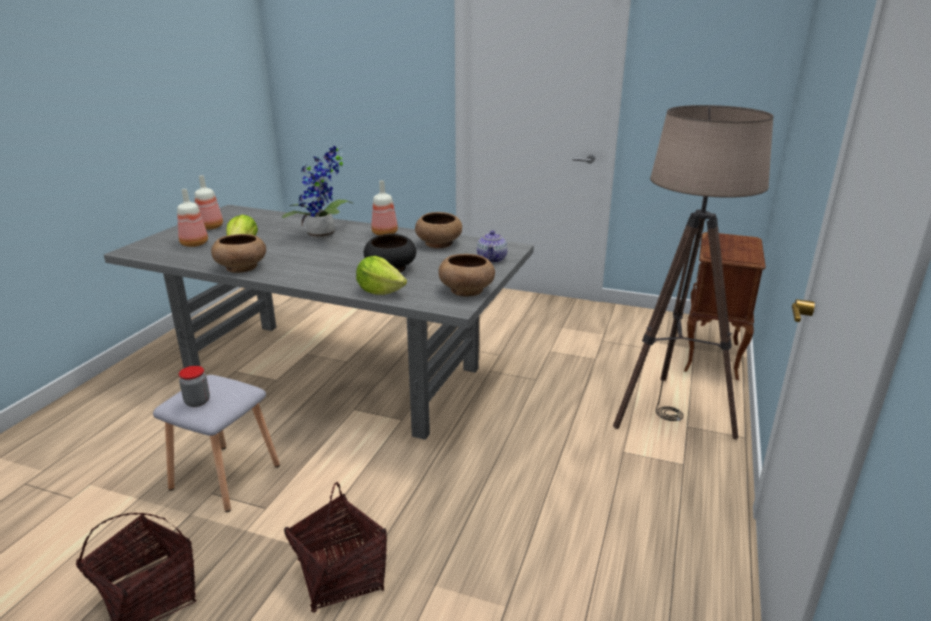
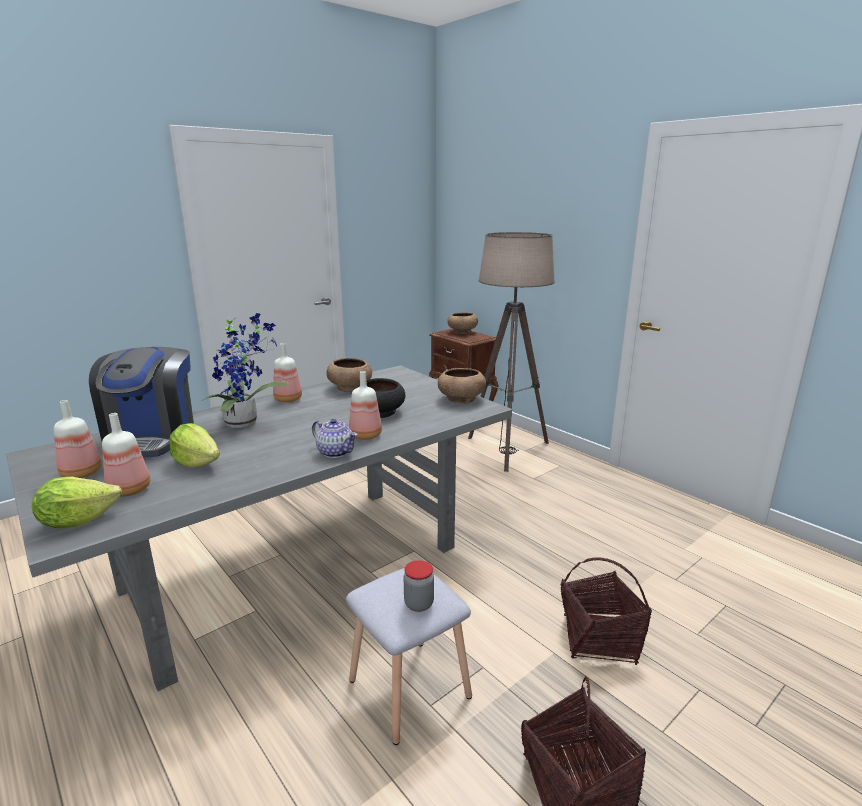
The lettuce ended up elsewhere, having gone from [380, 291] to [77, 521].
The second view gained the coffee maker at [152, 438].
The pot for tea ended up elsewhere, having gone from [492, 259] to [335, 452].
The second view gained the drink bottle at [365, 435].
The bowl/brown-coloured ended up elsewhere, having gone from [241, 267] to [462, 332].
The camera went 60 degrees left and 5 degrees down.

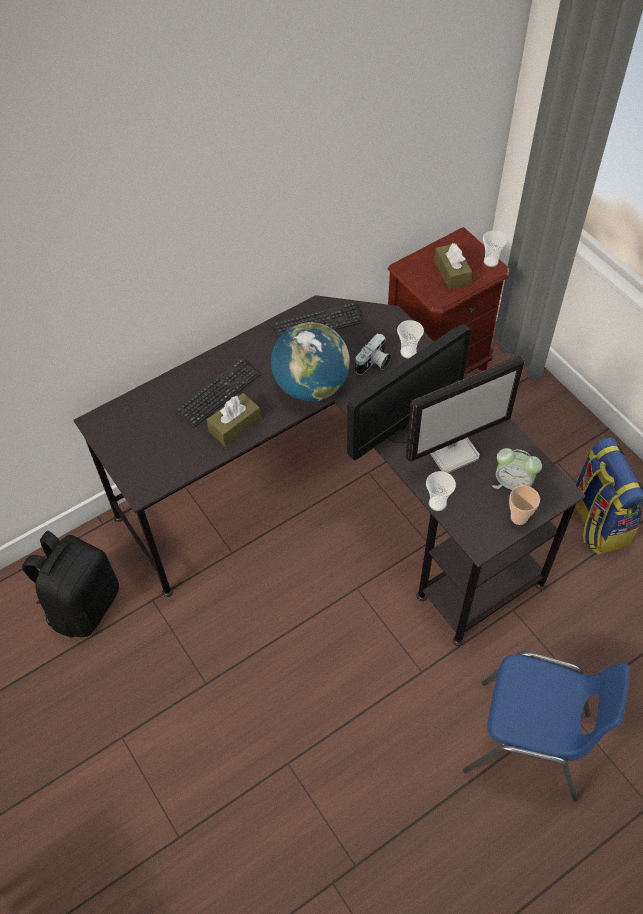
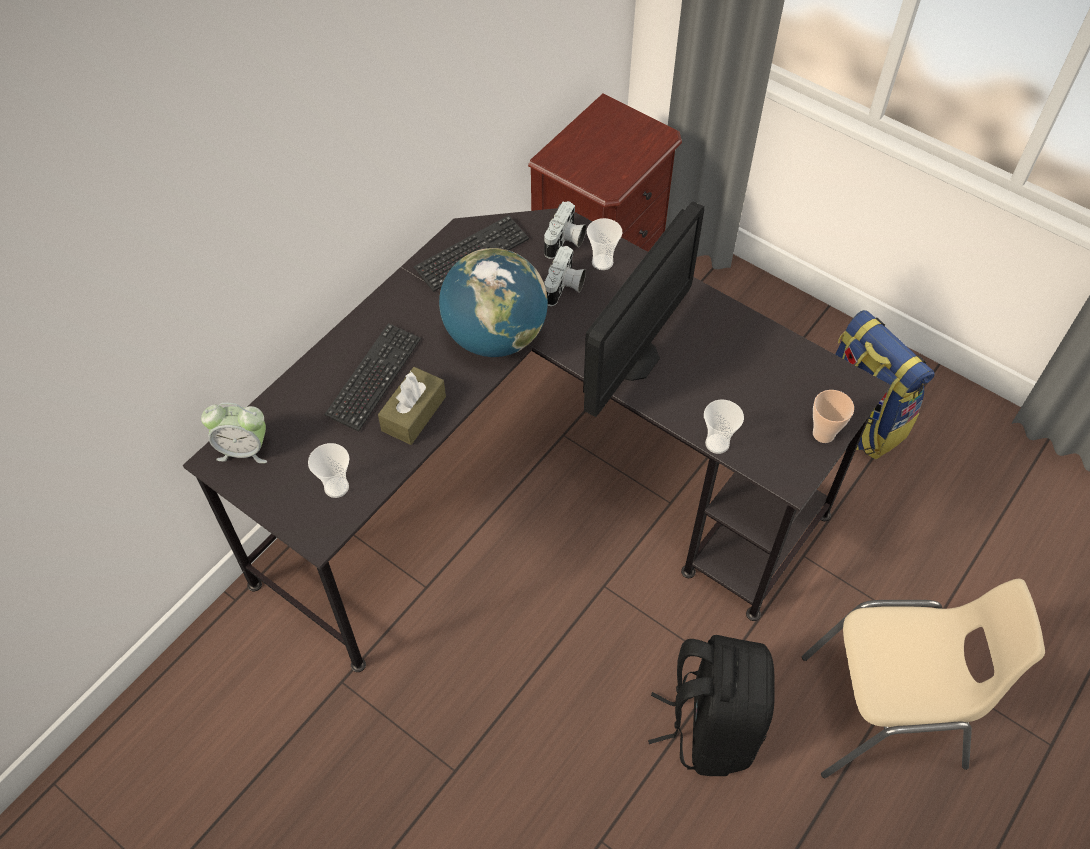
The table clock ended up elsewhere, having gone from [512, 484] to [244, 449].
The small cup ended up elsewhere, having gone from [491, 261] to [336, 487].
The second view gained the still camera at [565, 242].
The rucksack/black-coloured ended up elsewhere, having gone from [83, 604] to [709, 725].
What was the chair/bluish at [529, 742] turned into the chair/beige at [885, 714].
The second view lost the monitor at [452, 450].
The second view lost the box of tissues/brown-coloured at [451, 272].
The camera went 20 degrees left and 0 degrees up.

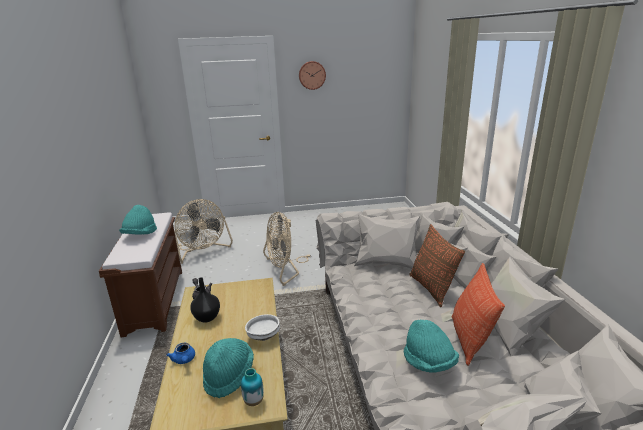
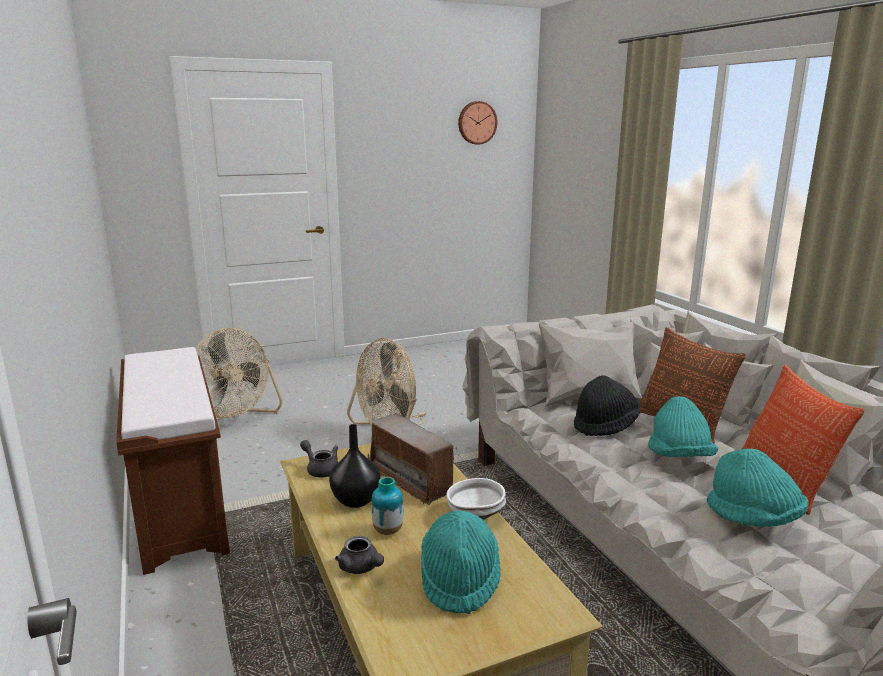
What was the pot for tea/bluish at [184, 360] turned into the pot for tea/greyish at [361, 568].
The second view gained the radio receiver at [411, 480].
The vase ended up elsewhere, having gone from [254, 401] to [388, 530].
The wall clock ended up elsewhere, having gone from [312, 75] to [476, 122].
The second view gained the wearable hat/black-coloured at [605, 425].
The wearable hat/blue-green ended up elsewhere, having gone from [140, 235] to [679, 457].
The camera went 15 degrees left and 5 degrees down.

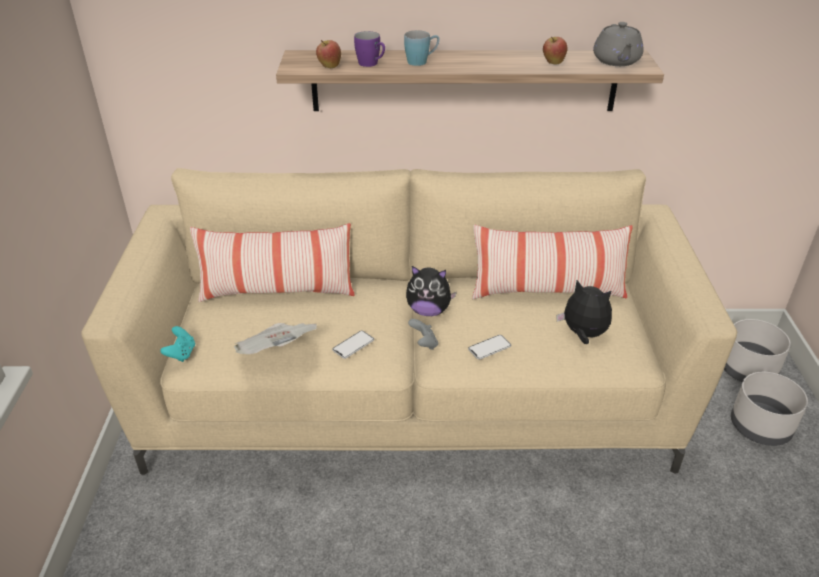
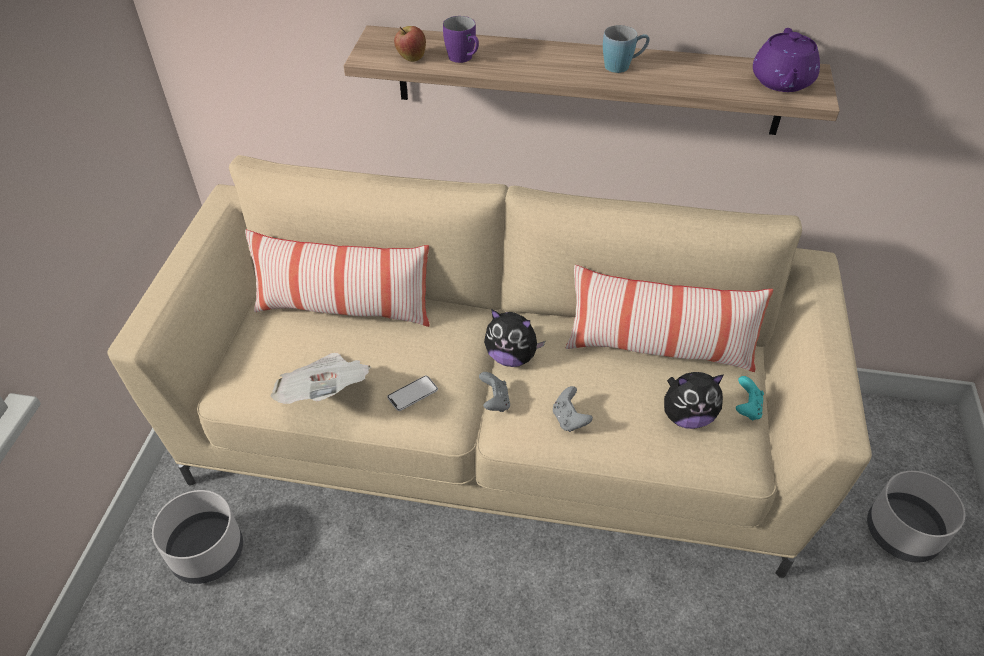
The plant pot/greyish ended up elsewhere, having gone from [747, 370] to [207, 553].
Where the handset stood at [489, 348], the gamepad/greyish came to stand at [569, 419].
The coffee mug/bluish ended up elsewhere, having gone from [421, 61] to [623, 66].
The cuddly toy at [583, 334] ended up facing another way, 135 degrees clockwise from before.
The gamepad/blue-green ended up elsewhere, having gone from [181, 354] to [746, 408].
What was the pot for tea/greyish at [616, 61] turned into the pot for tea/purplish at [781, 82].
The second view lost the apple fruit at [553, 62].
The camera went 10 degrees right and 10 degrees up.

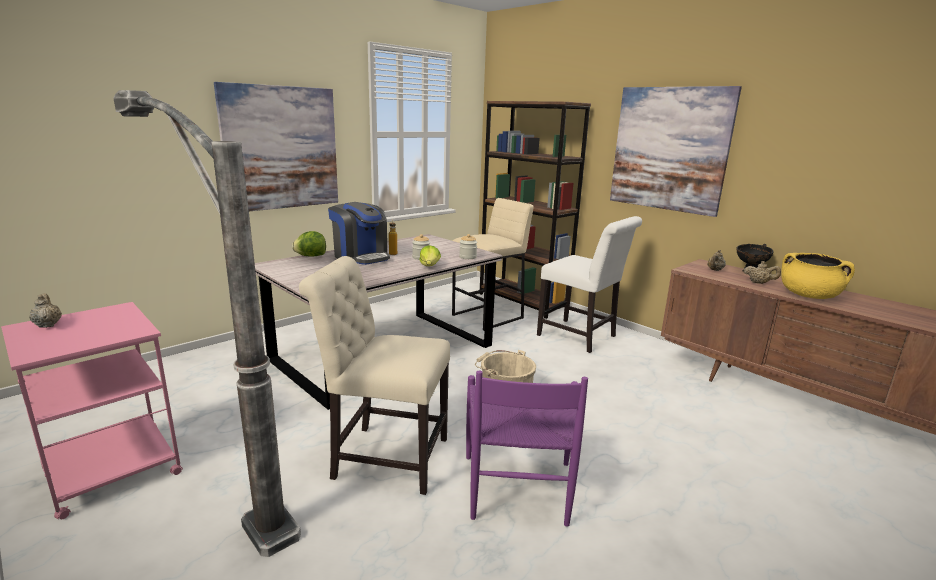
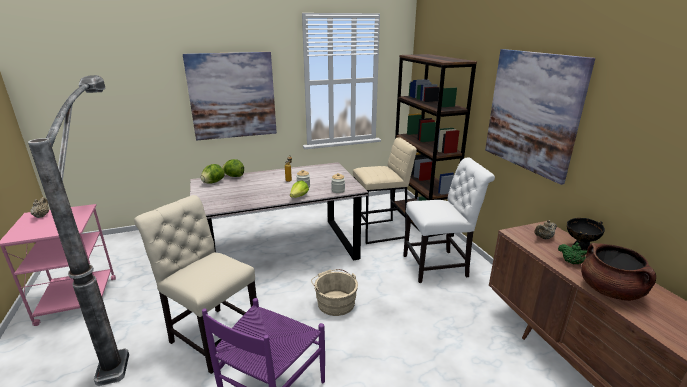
The second view gained the lettuce at [213, 182].
The chair/white-coloured at [580, 337] ended up facing another way, 75 degrees counterclockwise from before.
What was the pot for tea/beige at [759, 283] turned into the pot for tea/green at [572, 263].
What was the stockpot/yellow at [809, 296] turned into the stockpot/brown-coloured at [610, 291].
The second view lost the coffee maker at [361, 257].
The camera went 25 degrees right and 5 degrees up.

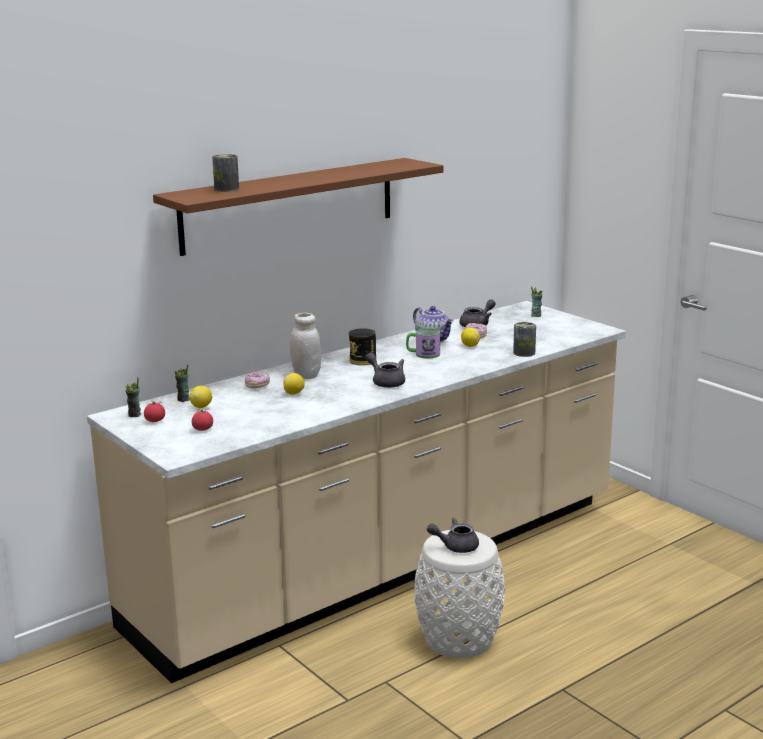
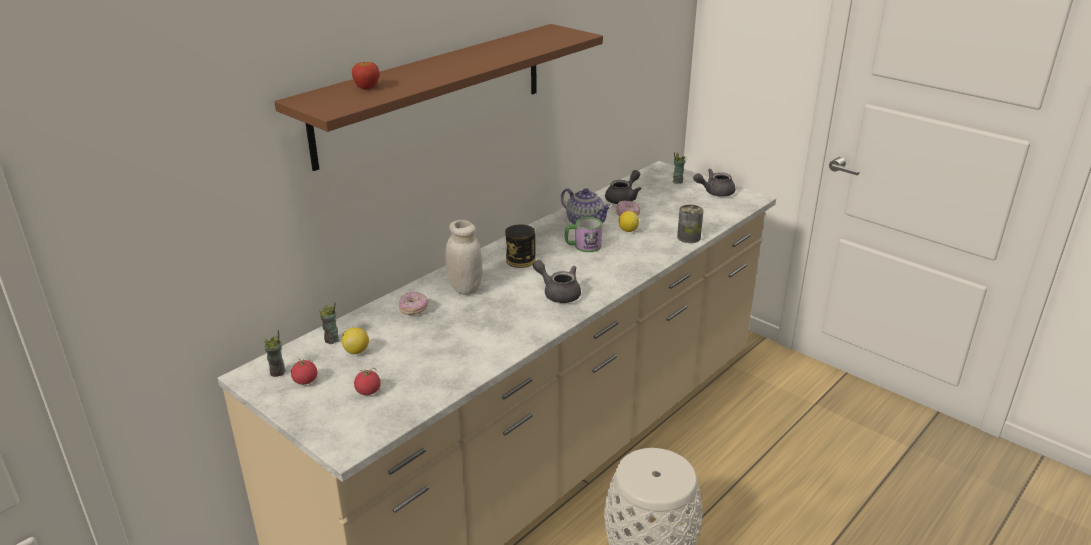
Where the can stood at [226, 189], the apple fruit came to stand at [367, 88].
The pot for tea/greyish ended up elsewhere, having gone from [455, 546] to [714, 192].
The second view lost the citrus fruit at [294, 393].
The camera went 10 degrees left and 10 degrees up.

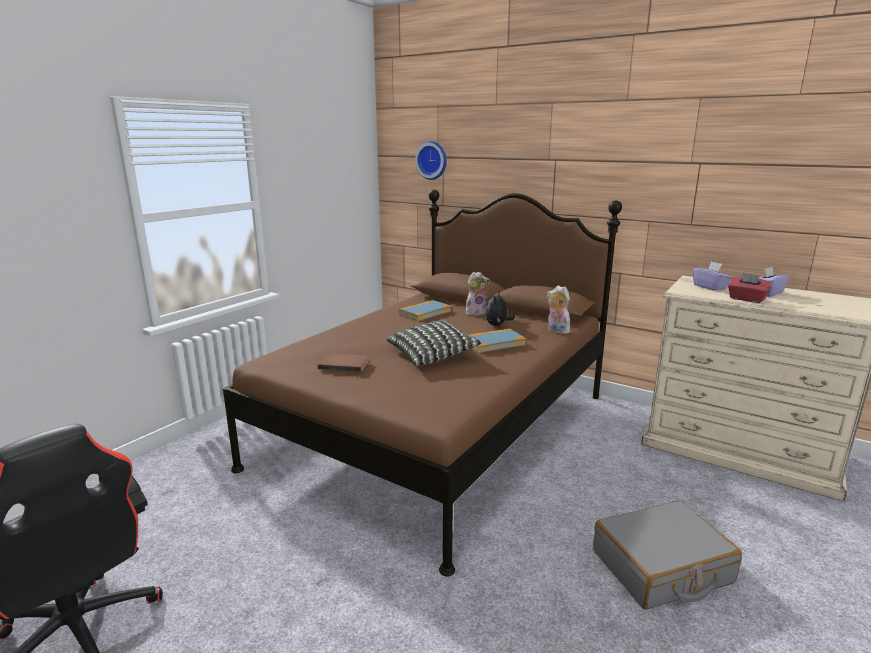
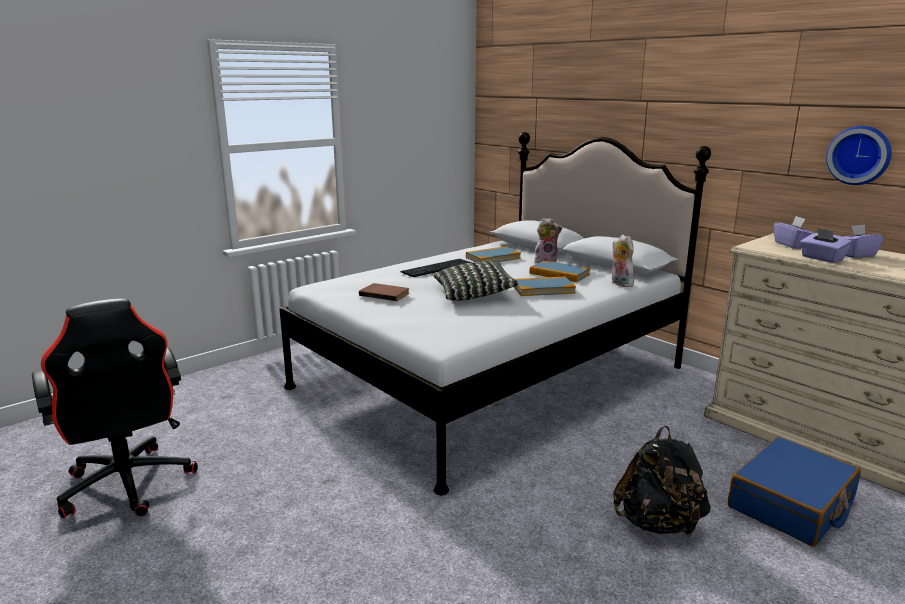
What was the sleeping bed/brown-coloured at [439, 429] turned into the sleeping bed/white-coloured at [491, 377].
The second view gained the keyboard at [438, 268].
Where the cuddly toy stood at [497, 325], the volume came to stand at [559, 274].
Where the travel case/greyish stood at [661, 567], the rucksack/black-coloured came to stand at [658, 524].
The second view gained the travel case/bluish at [791, 505].
What was the box of tissues/red at [746, 299] turned into the box of tissues/purplish at [822, 258].
The wall clock ended up elsewhere, having gone from [432, 160] to [859, 155].
The camera went 15 degrees right and 0 degrees up.

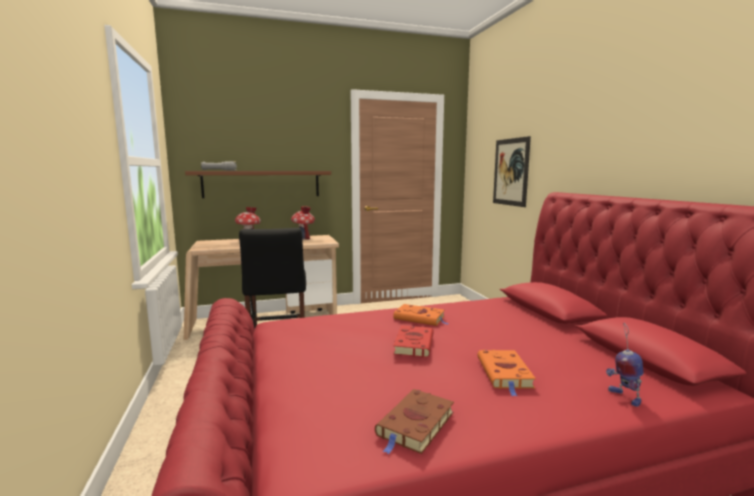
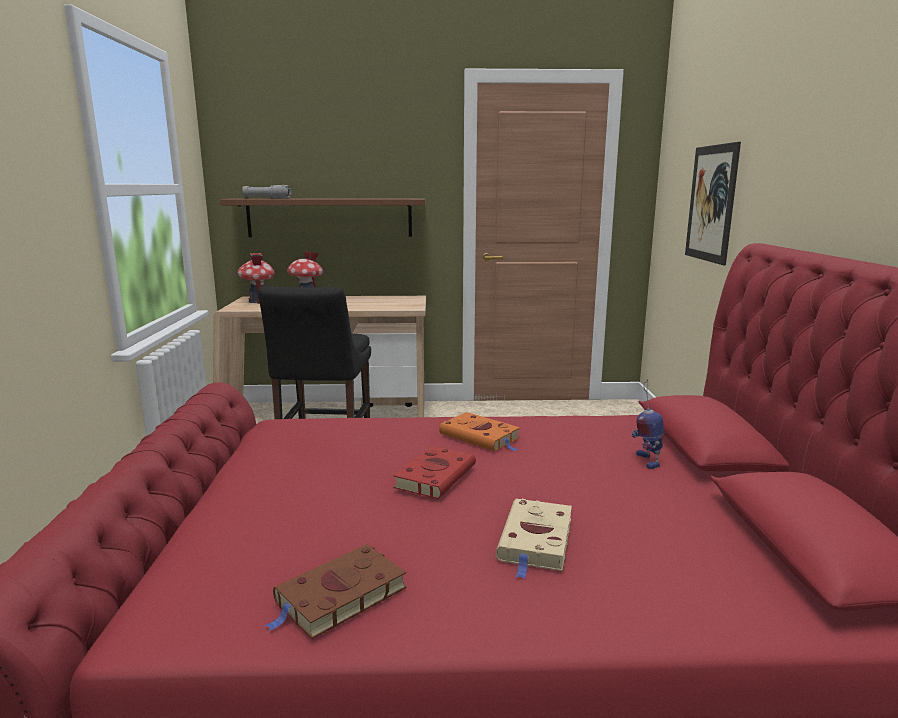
The toy house ended up elsewhere, having gone from [303, 238] to [258, 301].
What was the volume/orange-coloured at [505, 374] turned into the volume/beige at [536, 541].
The model robot ended up elsewhere, having gone from [624, 397] to [646, 460].
The camera went 15 degrees right and 5 degrees up.

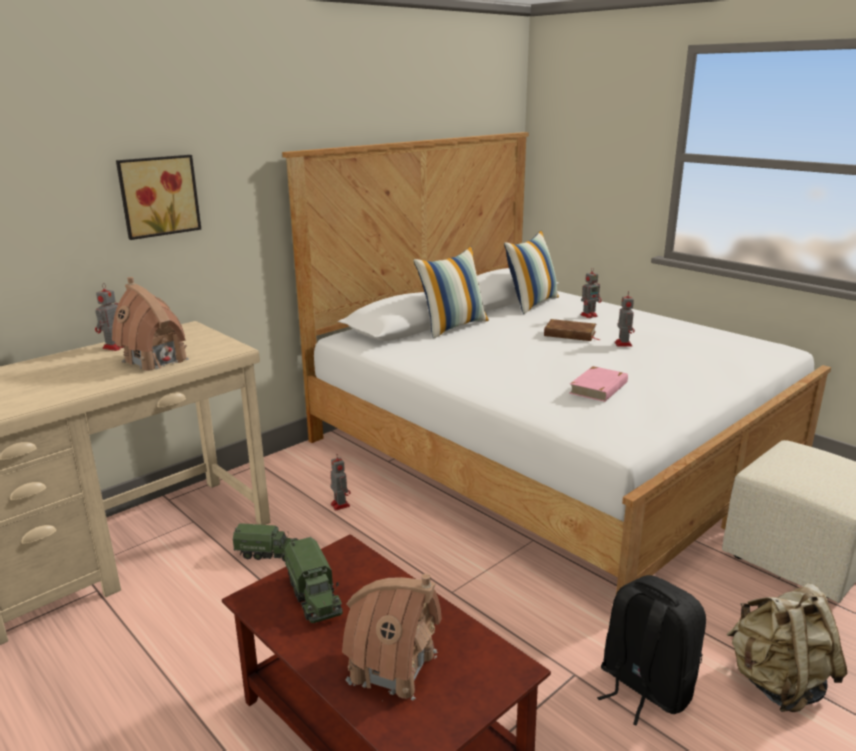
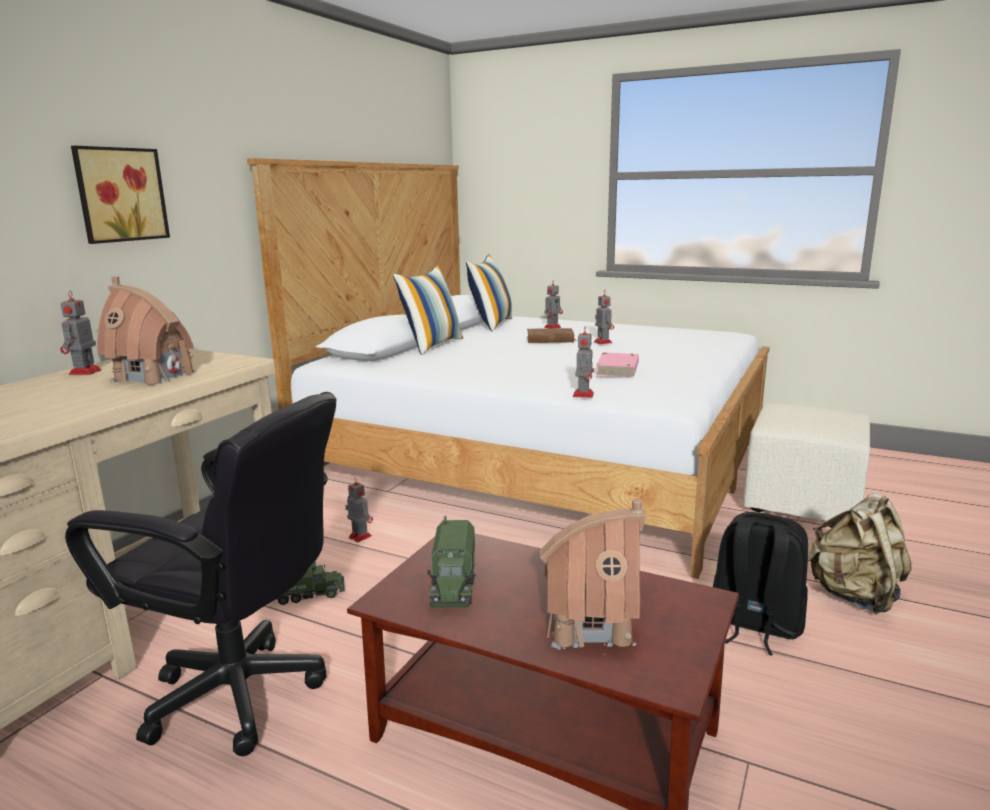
The second view gained the office chair/black-coloured at [245, 697].
The toy lorry at [314, 596] ended up facing another way, 45 degrees clockwise from before.
The second view gained the model robot at [583, 394].
The camera went 20 degrees left and 5 degrees down.

